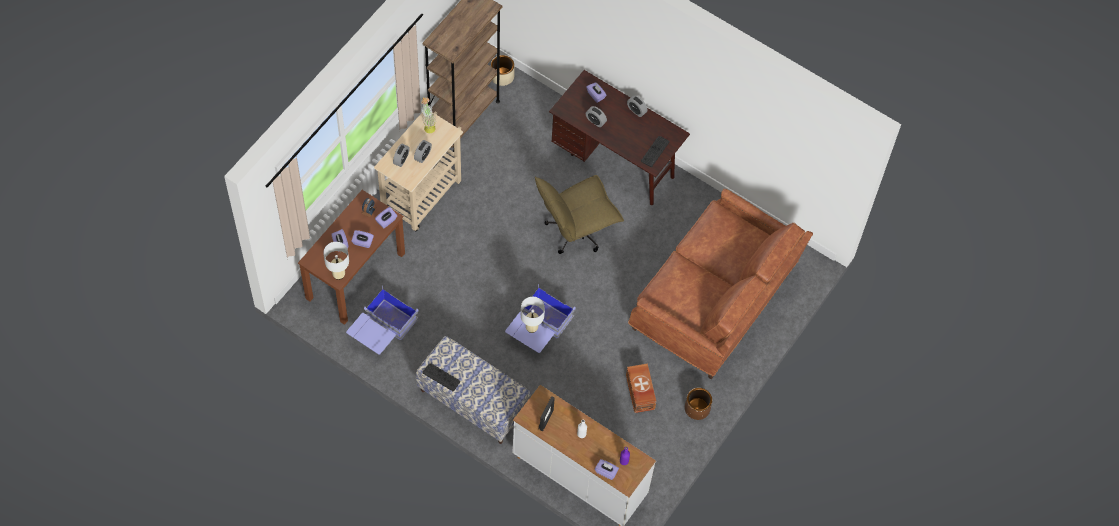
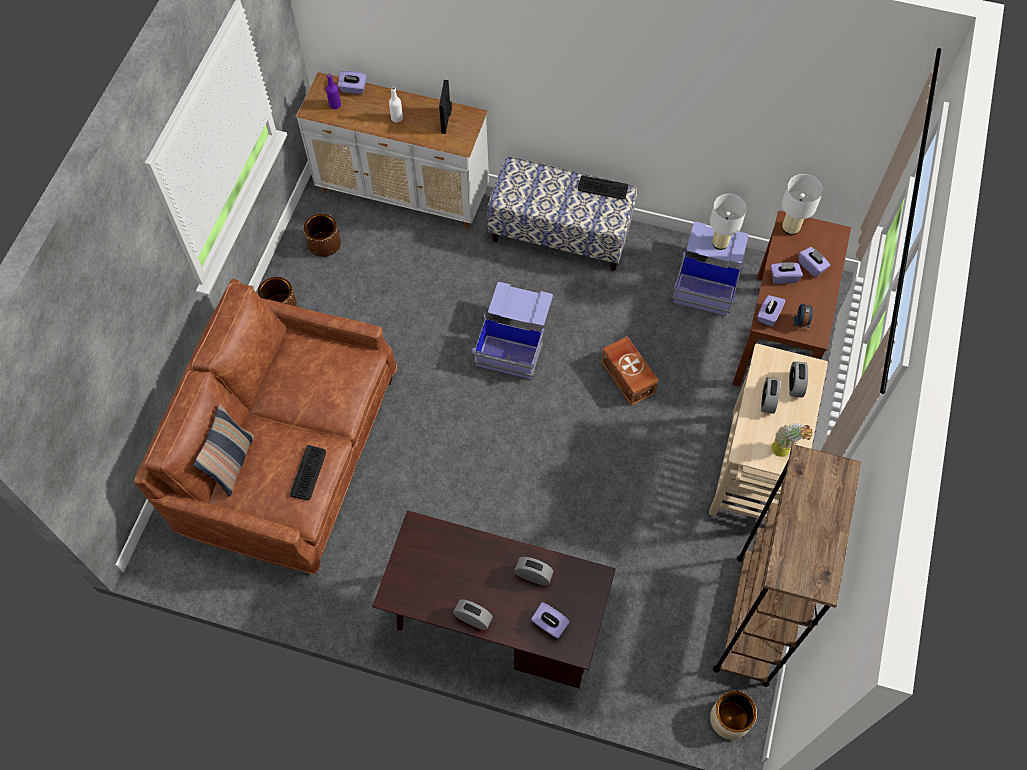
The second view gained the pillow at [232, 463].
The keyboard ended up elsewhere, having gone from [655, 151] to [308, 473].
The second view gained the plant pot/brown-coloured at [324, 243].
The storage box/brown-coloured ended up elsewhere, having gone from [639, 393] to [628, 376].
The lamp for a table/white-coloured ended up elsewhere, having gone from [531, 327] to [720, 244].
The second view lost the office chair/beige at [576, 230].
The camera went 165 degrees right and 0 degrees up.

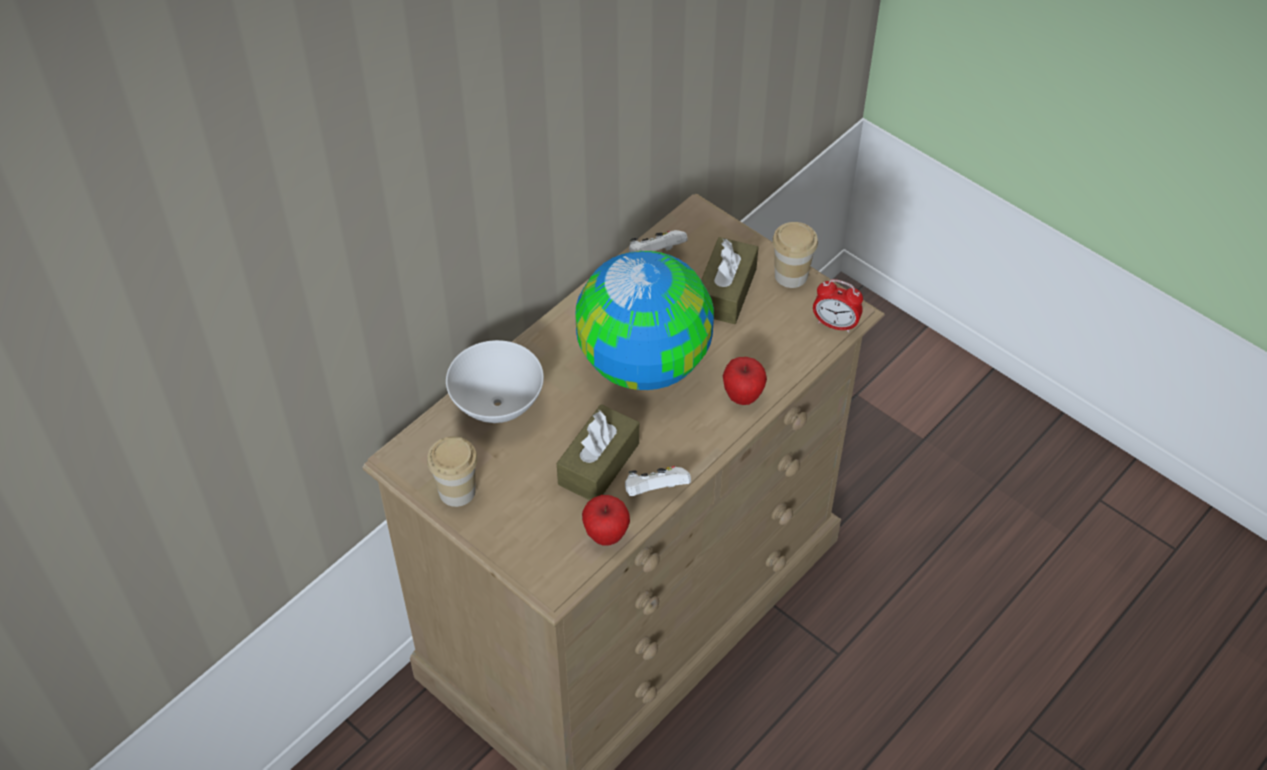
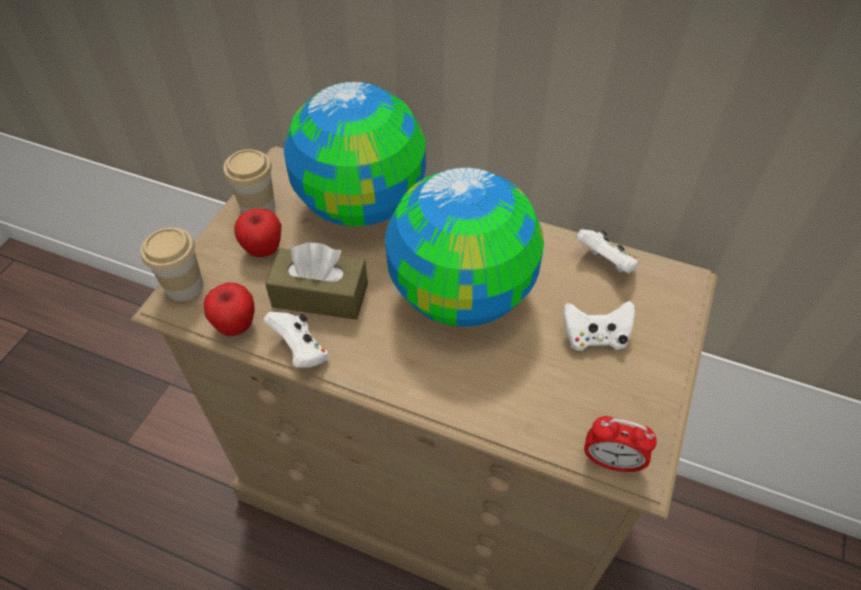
The small cup ended up elsewhere, having gone from [791, 275] to [184, 286].
The apple fruit ended up elsewhere, having gone from [743, 396] to [263, 250].
Where the bowl/white-coloured stood at [498, 404], the globe came to stand at [362, 205].
Where the box of tissues/brown-coloured stood at [726, 291], the gamepad/white-coloured came to stand at [595, 337].
The table clock at [835, 324] ended up facing another way, 75 degrees counterclockwise from before.
The camera went 70 degrees right and 0 degrees up.

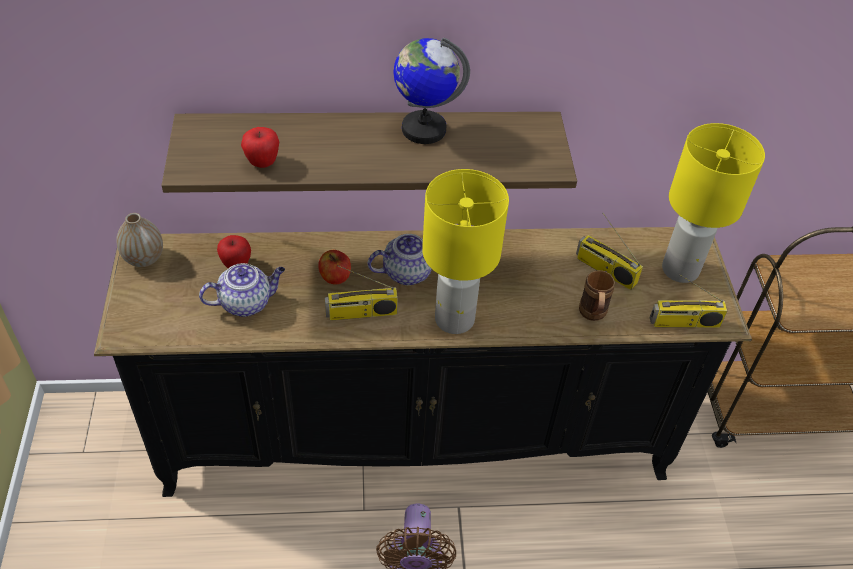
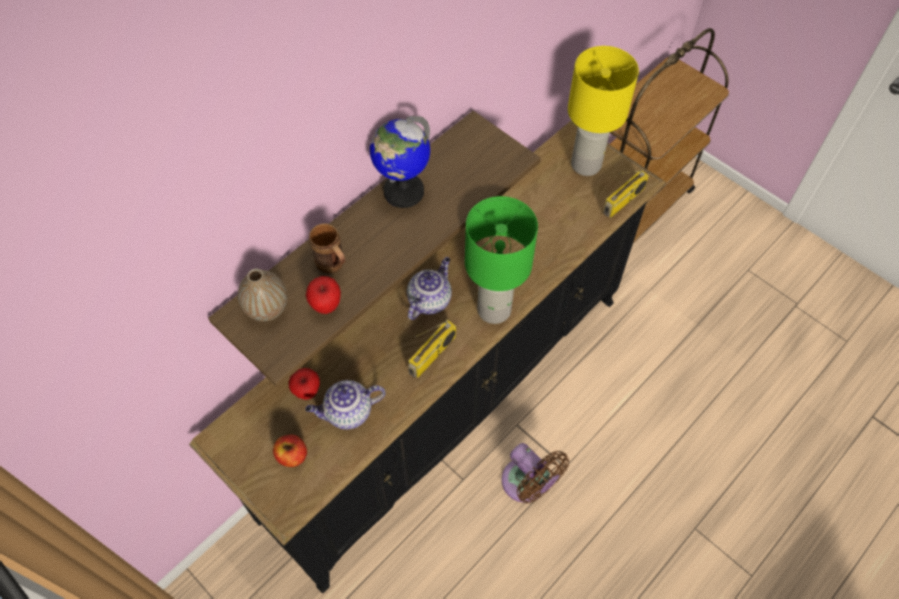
The vase ended up elsewhere, having gone from [144, 258] to [267, 308].
The apple fruit ended up elsewhere, having gone from [335, 277] to [292, 456].
The pot for tea at [246, 302] ended up facing another way, 135 degrees counterclockwise from before.
The coffee mug/brown-coloured ended up elsewhere, having gone from [592, 316] to [333, 267].
What was the lamp for a table/yellow at [455, 320] turned into the lamp for a table/green at [495, 309].
The second view lost the radio receiver at [604, 270].
The camera went 40 degrees left and 10 degrees up.

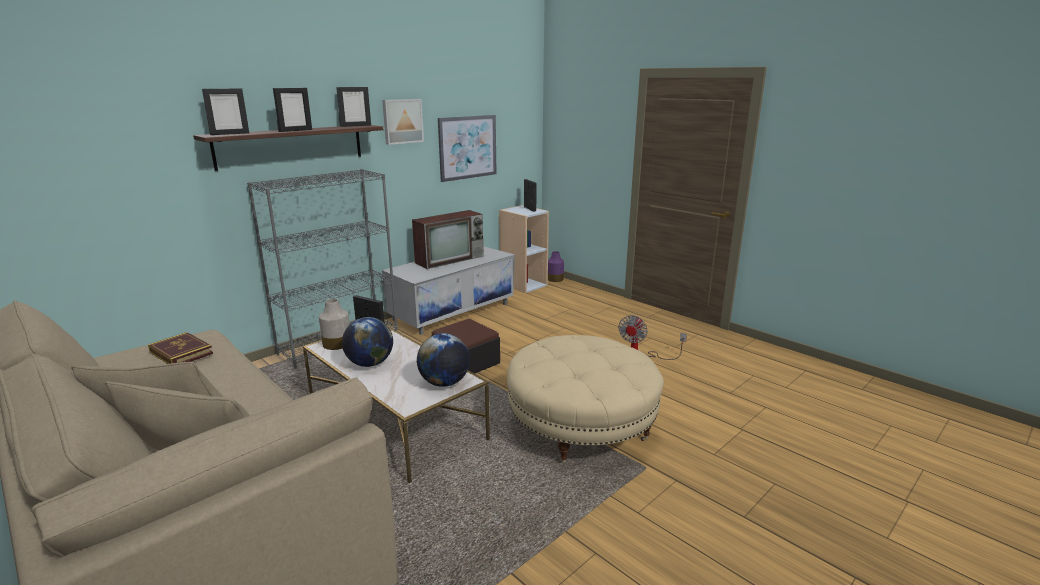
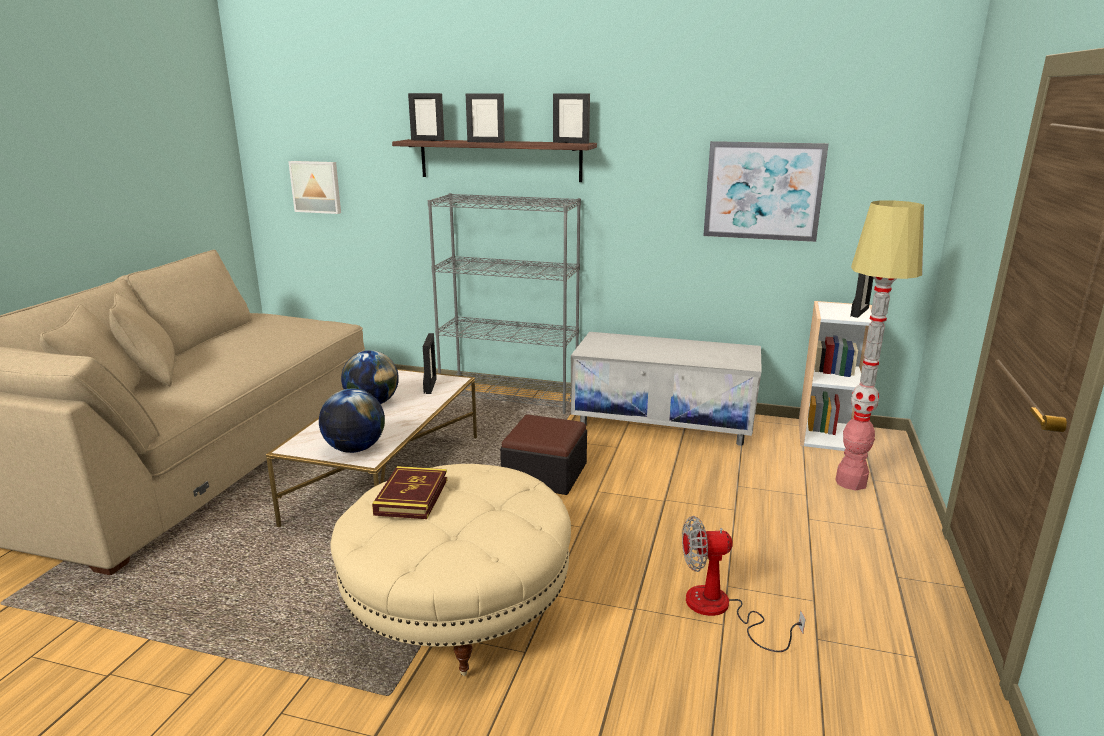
The picture ended up elsewhere, having gone from [402, 121] to [316, 187].
The volume ended up elsewhere, having gone from [181, 353] to [411, 497].
The second view gained the floor lamp at [851, 482].
The second view lost the vase/beige at [337, 343].
The second view lost the TV set at [450, 259].
The second view lost the vase/purplish at [555, 279].
The camera went 60 degrees right and 0 degrees up.

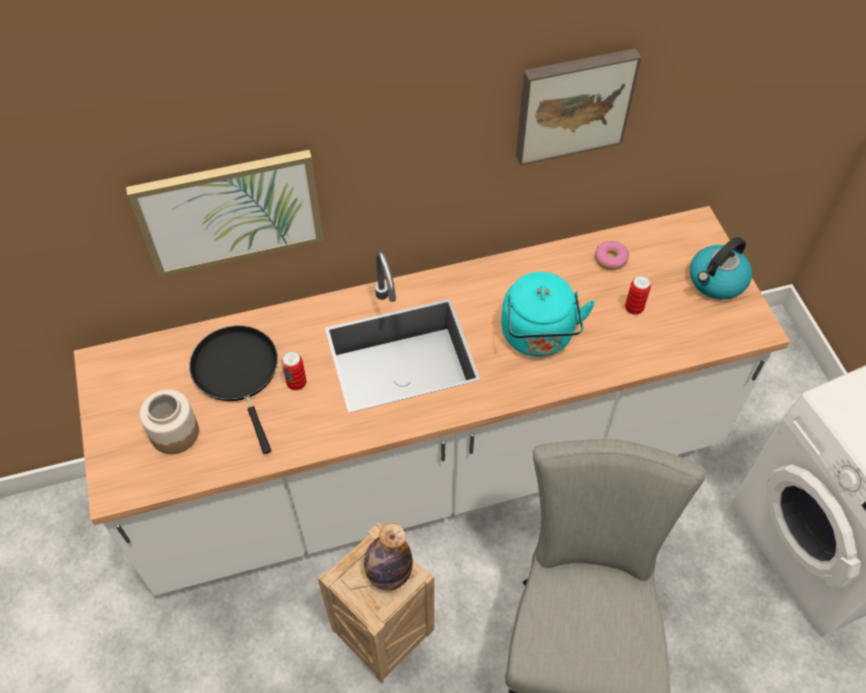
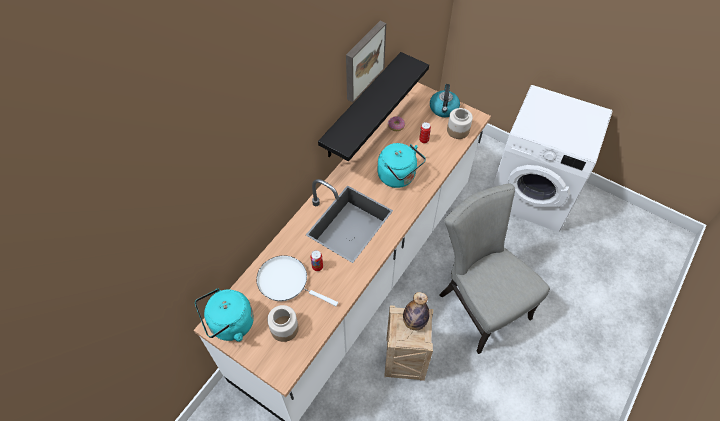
The second view gained the tea kettle/blue-green at [229, 324].
What was the frying pan/black-coloured at [238, 373] turned into the frying pan/white-coloured at [286, 282].
The second view gained the shelf/black-coloured at [361, 107].
The second view gained the preserve jar at [457, 131].
The second view lost the picture at [230, 212].
The camera went 40 degrees left and 0 degrees up.

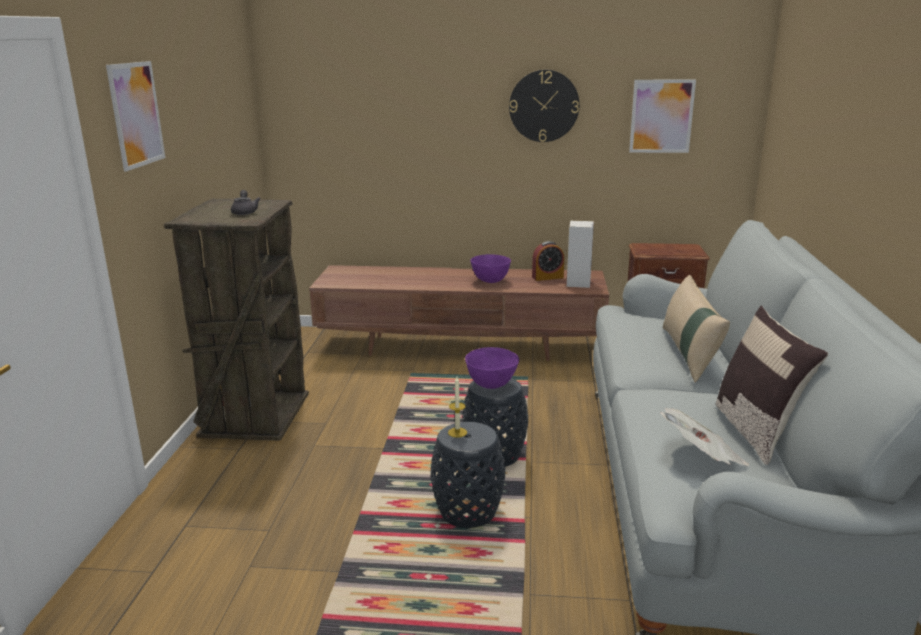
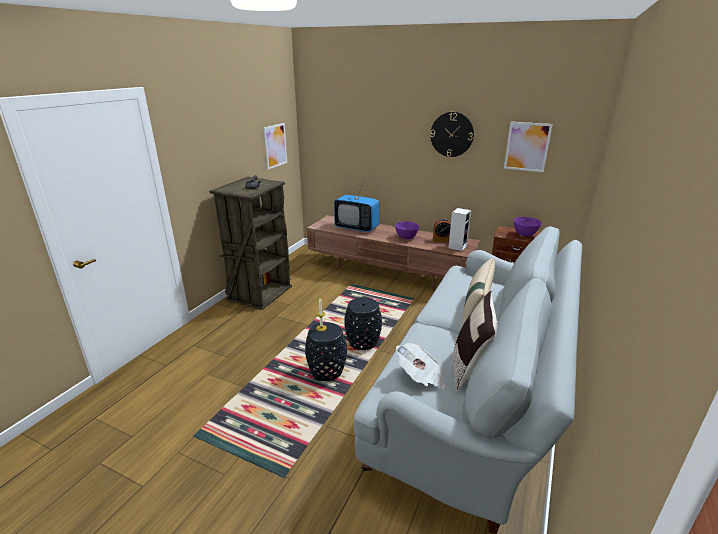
The picture ended up elsewhere, having gone from [136, 114] to [275, 146].
The second view gained the TV set at [356, 228].
The bowl/purplish ended up elsewhere, having gone from [491, 385] to [524, 235].
The camera went 20 degrees right and 5 degrees up.

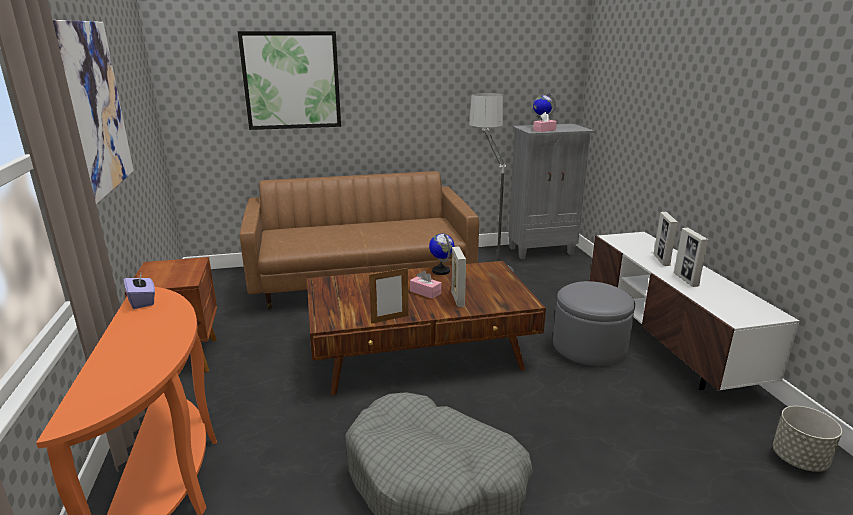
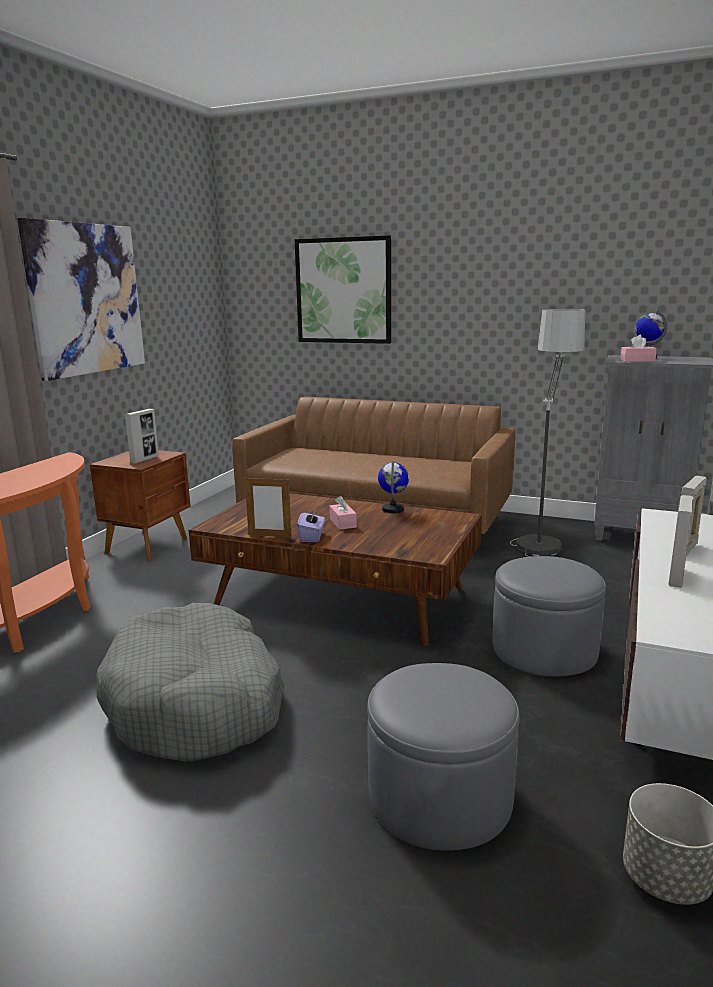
The standing frame ended up elsewhere, having gone from [457, 299] to [144, 460].
The box of tissues/purplish ended up elsewhere, having gone from [142, 301] to [312, 537].
The second view gained the ottoman/greyish at [440, 796].
The camera went 35 degrees right and 5 degrees down.

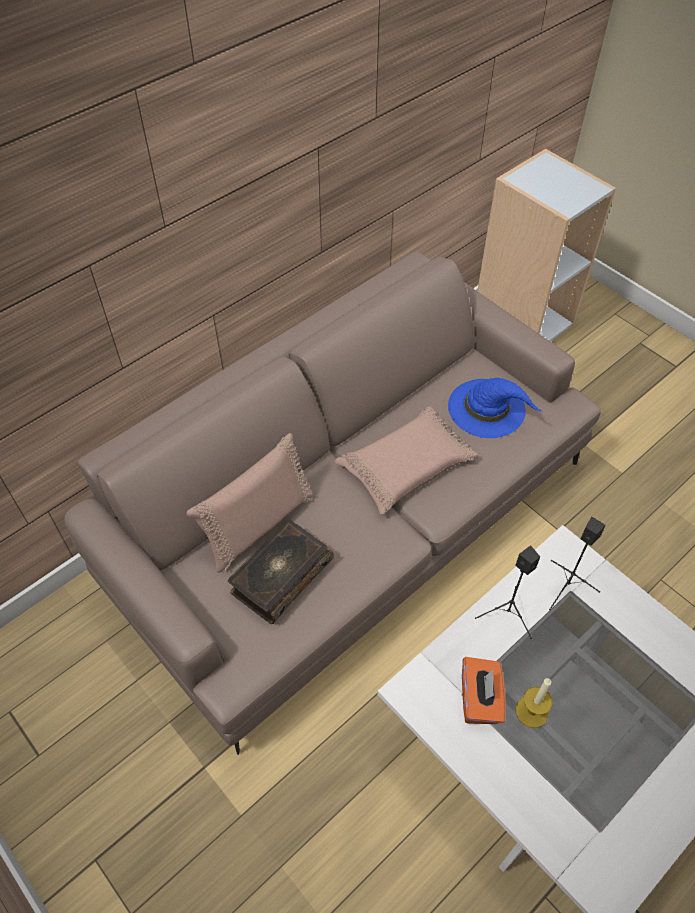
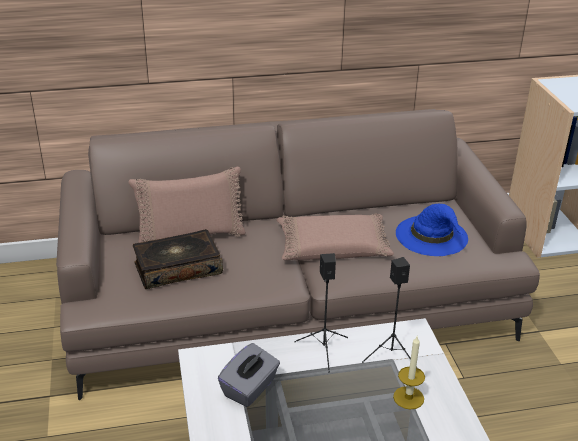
What was the box of tissues/orange-coloured at [480, 699] turned into the box of tissues/greyish at [250, 388].
The candle ended up elsewhere, having gone from [532, 711] to [408, 397].
The camera went 30 degrees right and 20 degrees down.

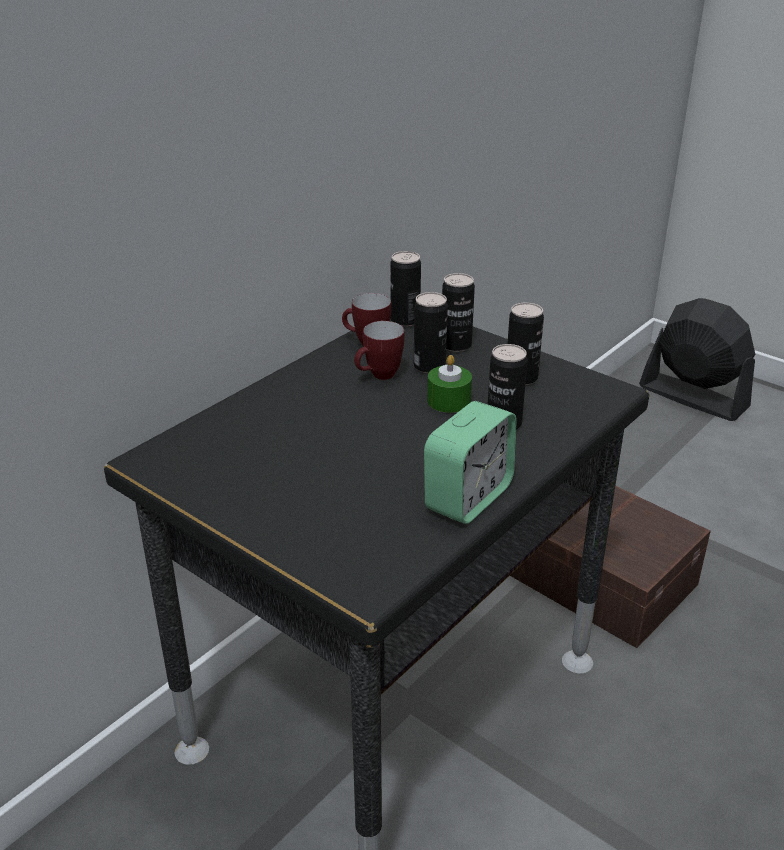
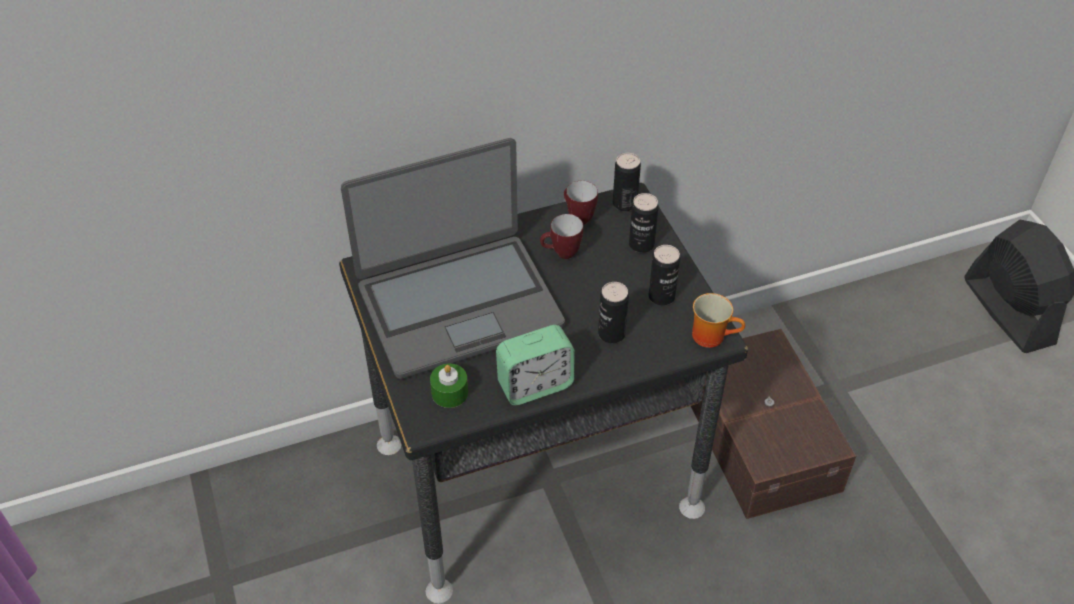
The second view gained the portable computer at [458, 305].
The candle/green ended up elsewhere, having gone from [448, 401] to [449, 393].
The second view gained the coffee mug at [712, 335].
The second view lost the can at [429, 366].
The camera went 30 degrees right and 15 degrees up.

